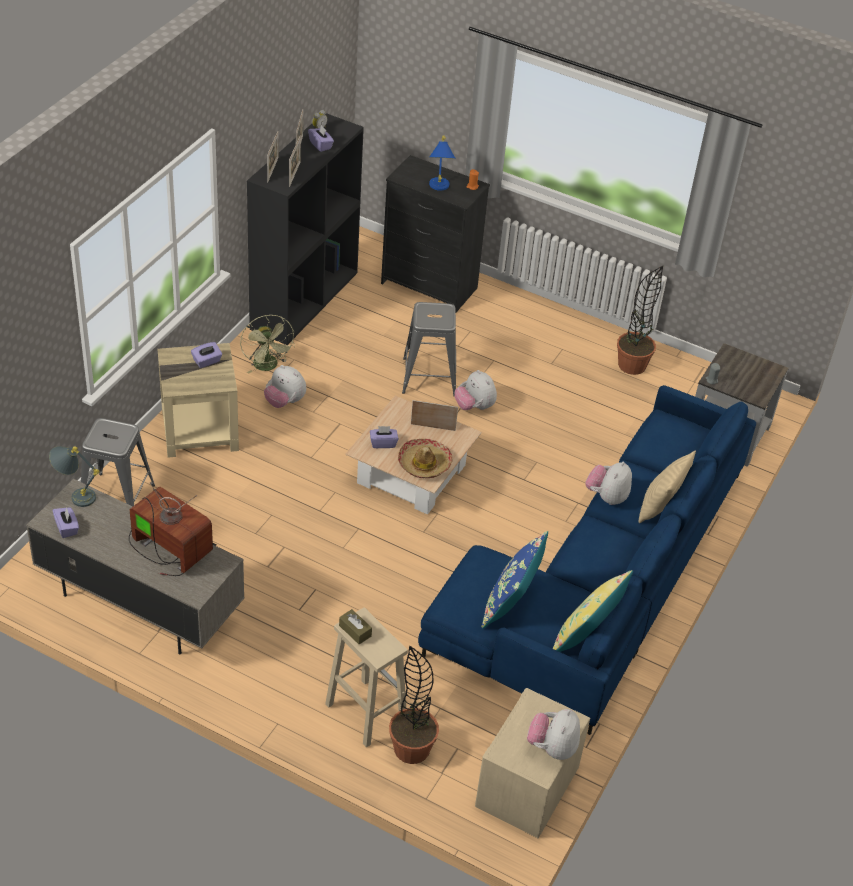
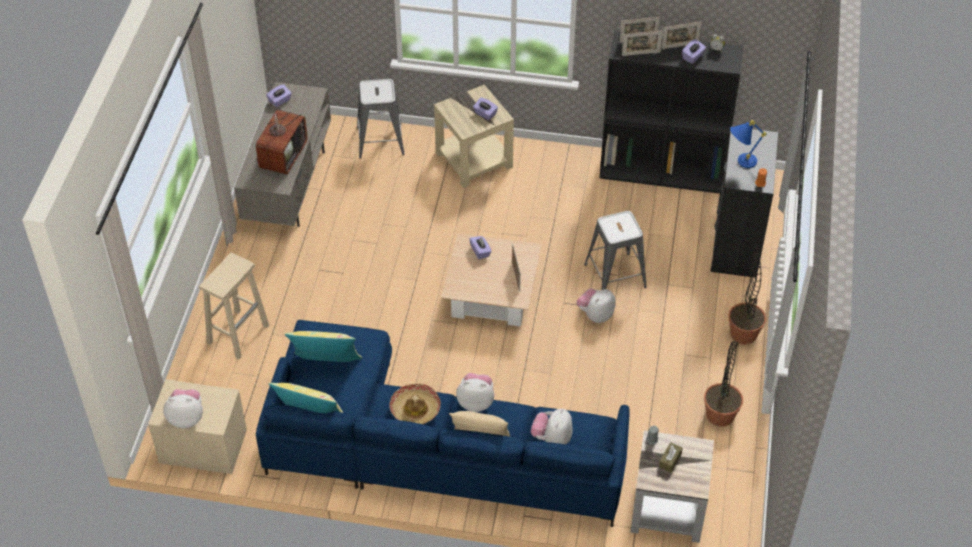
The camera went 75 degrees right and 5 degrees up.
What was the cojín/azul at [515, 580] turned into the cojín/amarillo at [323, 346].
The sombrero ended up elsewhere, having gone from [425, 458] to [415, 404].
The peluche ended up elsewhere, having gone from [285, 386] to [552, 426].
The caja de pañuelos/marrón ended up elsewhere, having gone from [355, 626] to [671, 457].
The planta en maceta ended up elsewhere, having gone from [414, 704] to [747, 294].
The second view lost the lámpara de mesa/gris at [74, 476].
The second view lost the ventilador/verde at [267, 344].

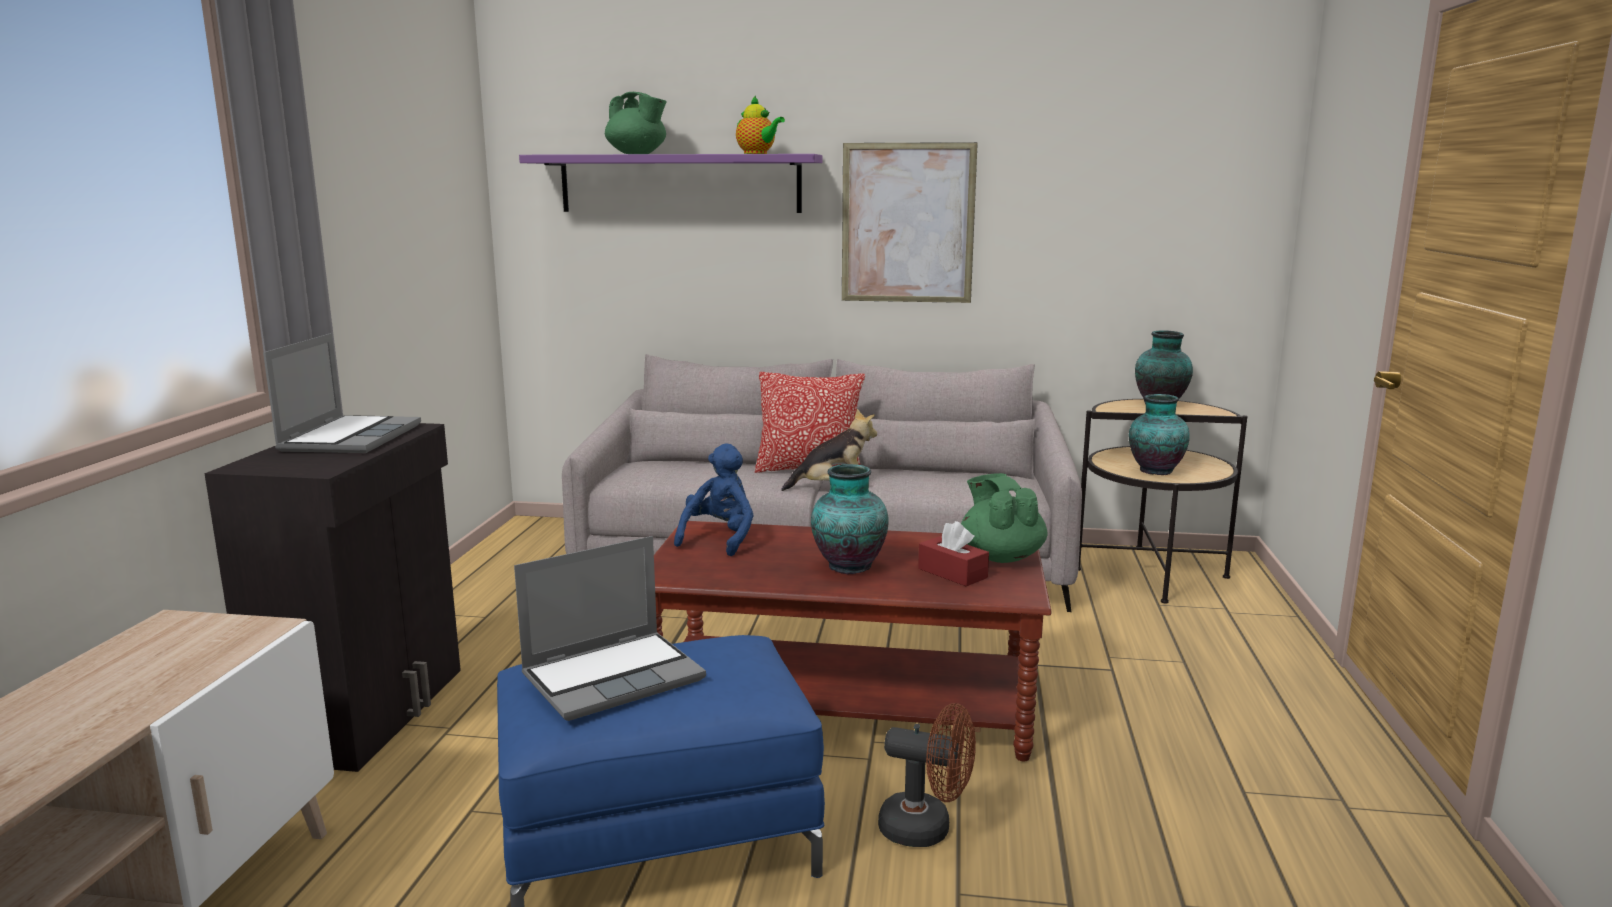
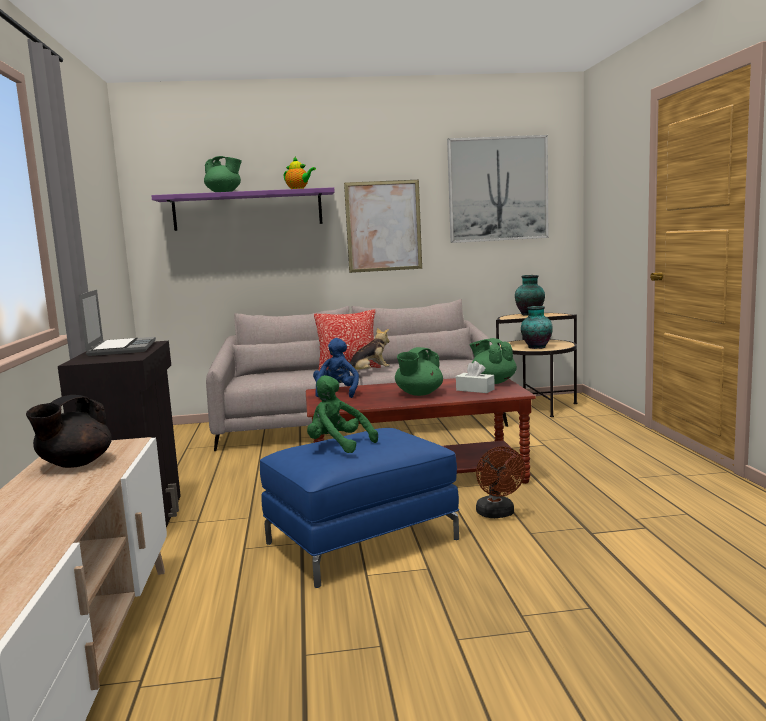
The camera went 15 degrees left and 5 degrees down.
The second view gained the tetera/negro at [69, 431].
Where the portátil stood at [610, 628], the peluche/verde came to stand at [342, 414].
Where the florero stood at [850, 519], the tetera/verde came to stand at [419, 371].
The second view gained the cuadro at [497, 189].
What was the caja de pañuelos/rojo at [953, 553] turned into the caja de pañuelos/blanco at [475, 377].
The ventilador/marrón at [927, 775] ended up facing another way, 75 degrees clockwise from before.

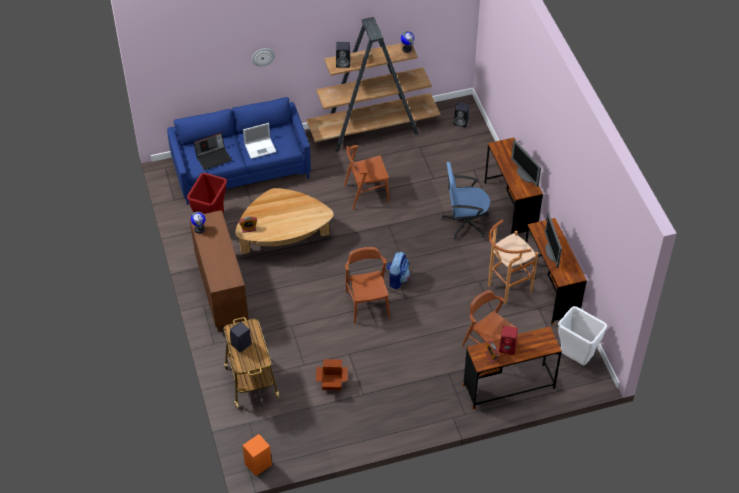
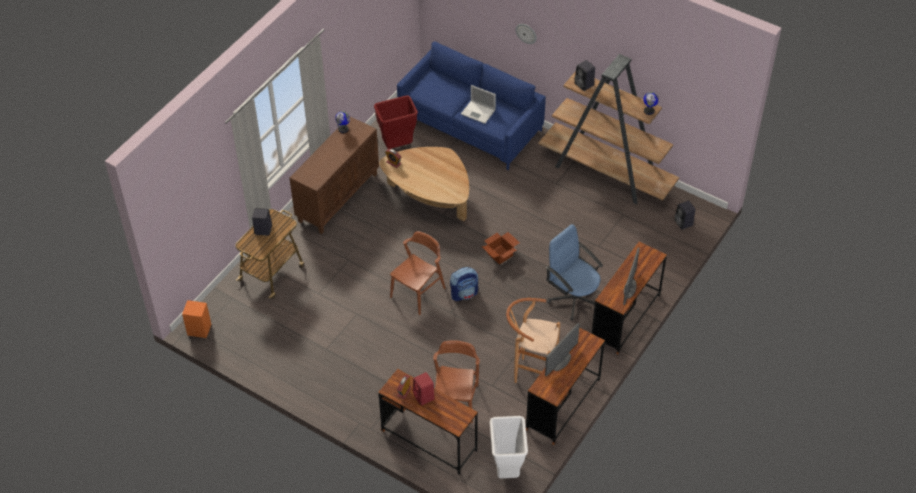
The camera went 50 degrees right and 0 degrees up.
The caja de cartón ended up elsewhere, having gone from [332, 374] to [501, 248].
The second view lost the portátil at [212, 151].
The second view lost the silla/marrón at [367, 177].

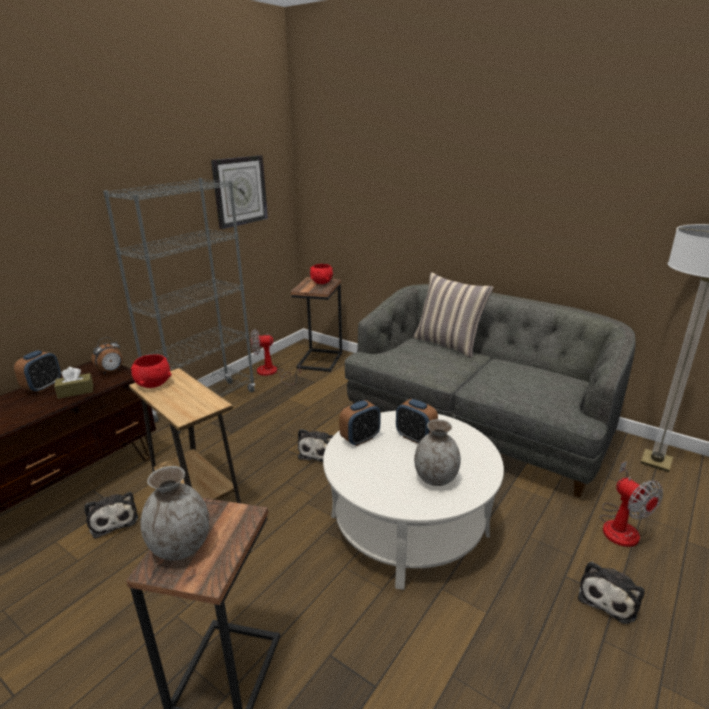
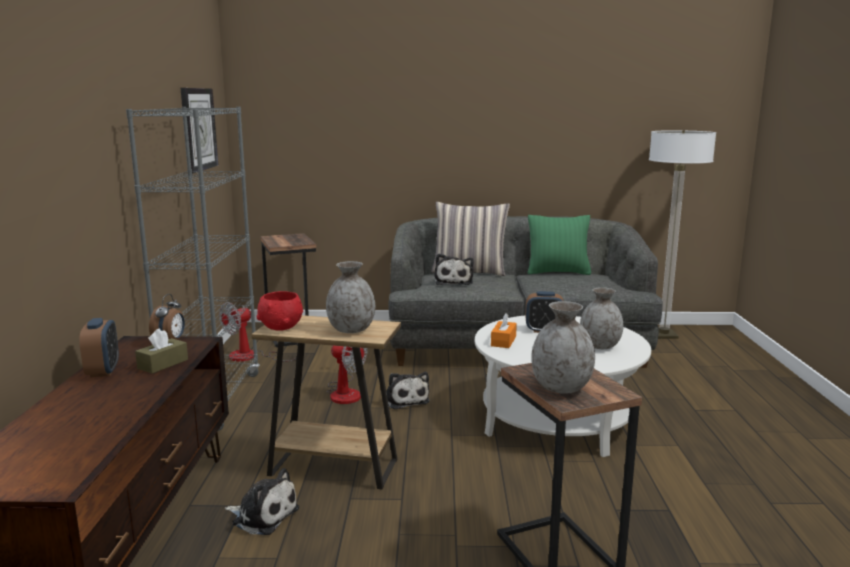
The camera went 35 degrees left and 10 degrees down.
The second view gained the florero/gris at [350, 297].
The ventilador ended up elsewhere, having gone from [631, 504] to [347, 375].
The peluche ended up elsewhere, having gone from [611, 593] to [453, 269].
Where the despertador stood at [359, 423], the caja de pañuelos/naranja came to stand at [504, 330].
The second view gained the cojín/verde at [559, 245].
The second view lost the cuenco/rojo at [321, 274].

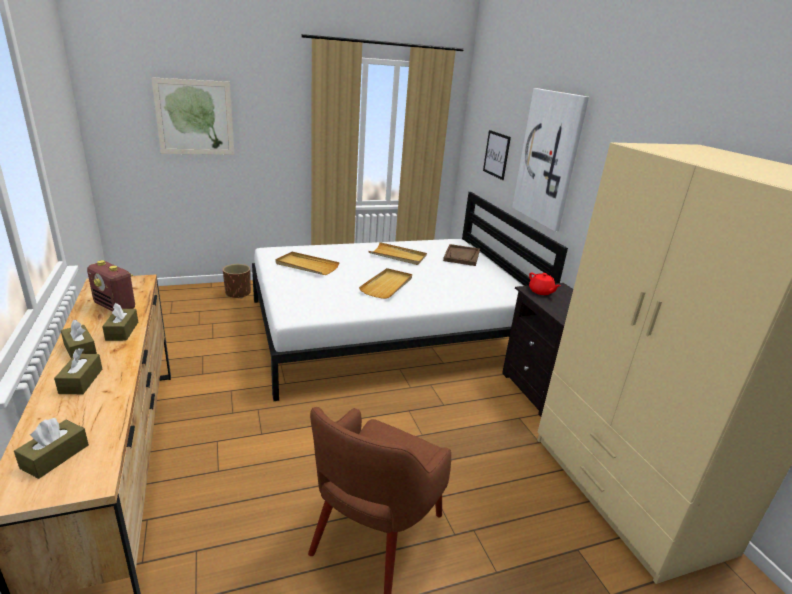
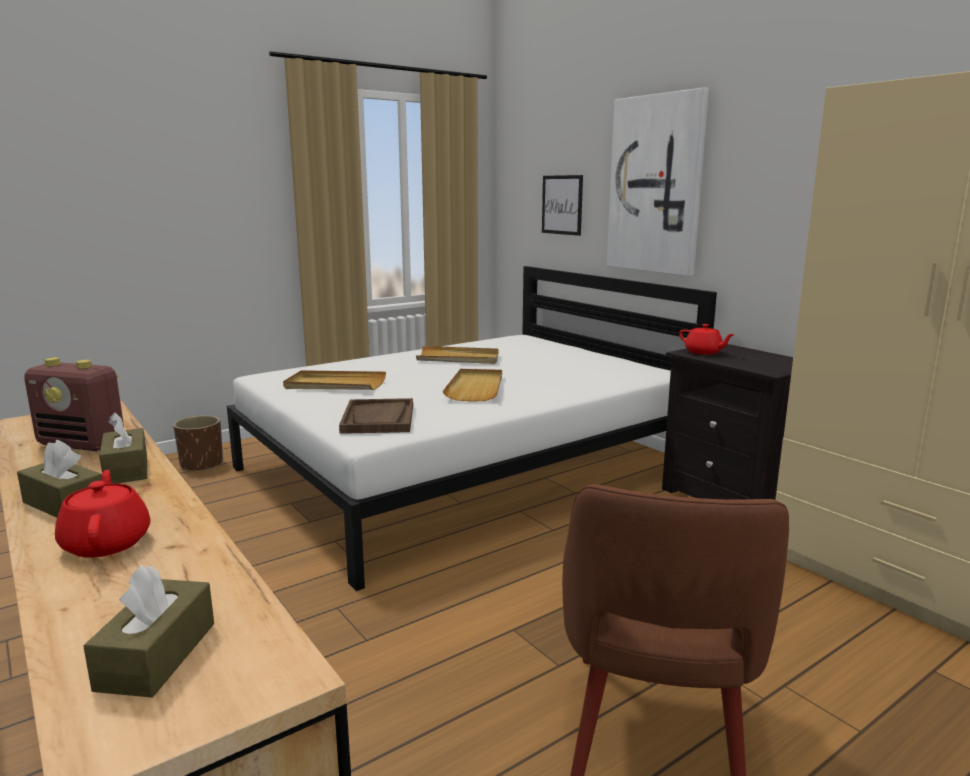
The camera went 15 degrees left and 10 degrees down.
Where the caja de pañuelos/marrón stood at [78, 371], the tetera/rojo came to stand at [102, 513].
The bandeja/marrón ended up elsewhere, having gone from [461, 255] to [376, 416].
The second view lost the cuadro at [192, 116].

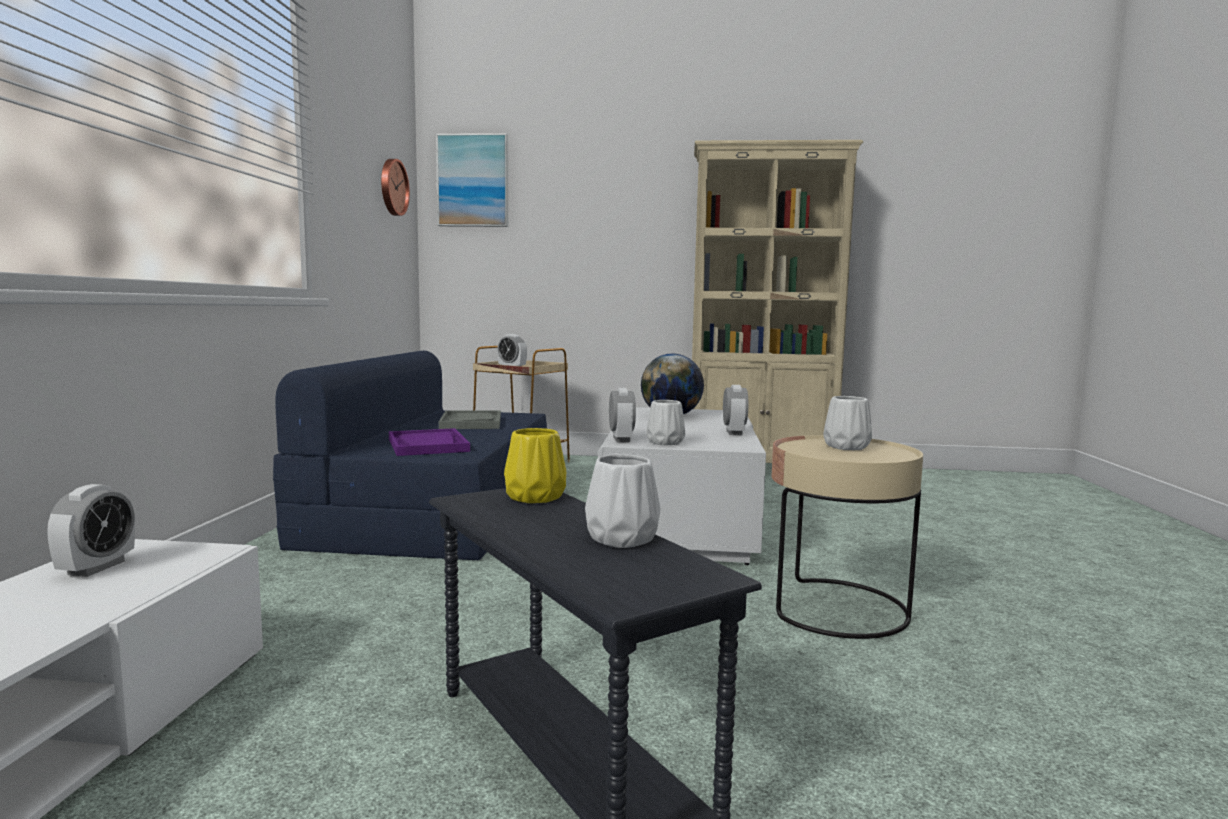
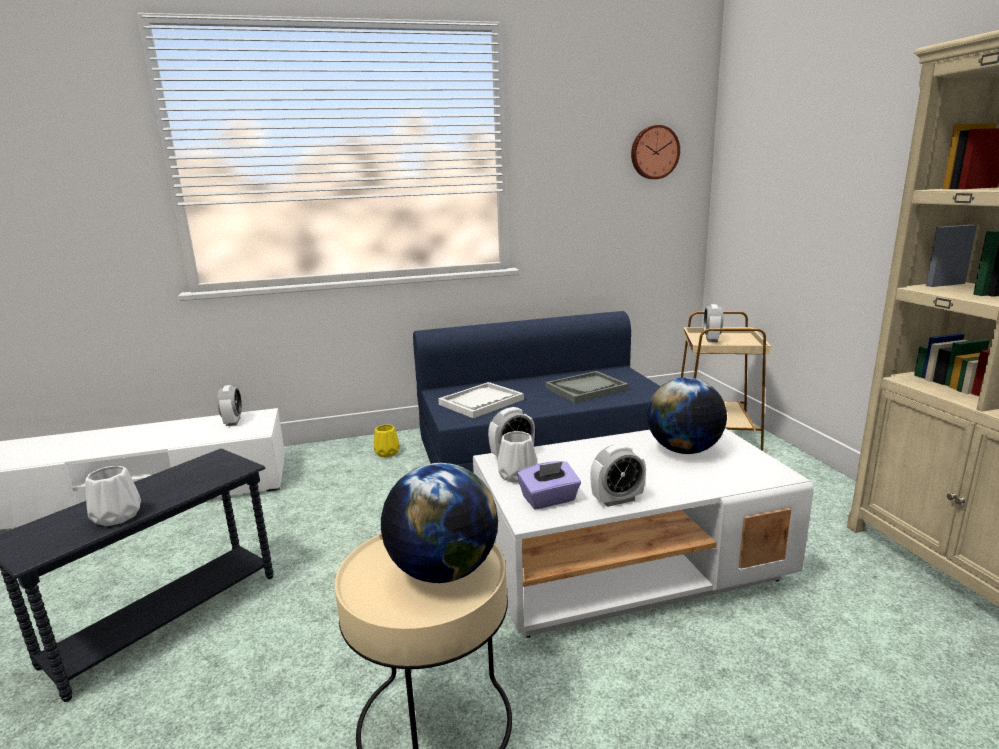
The camera went 70 degrees right and 10 degrees up.
The despertador at [91, 530] ended up facing another way, 90 degrees counterclockwise from before.
The florero/amarillo ended up elsewhere, having gone from [535, 465] to [387, 441].
Where the florero/blanco stood at [847, 423], the globo terráqueo came to stand at [439, 523].
What was the bandeja/morado at [429, 442] turned into the bandeja/blanco at [481, 400].
The second view gained the caja de pañuelos/morado at [549, 485].
The second view lost the cuadro at [472, 180].

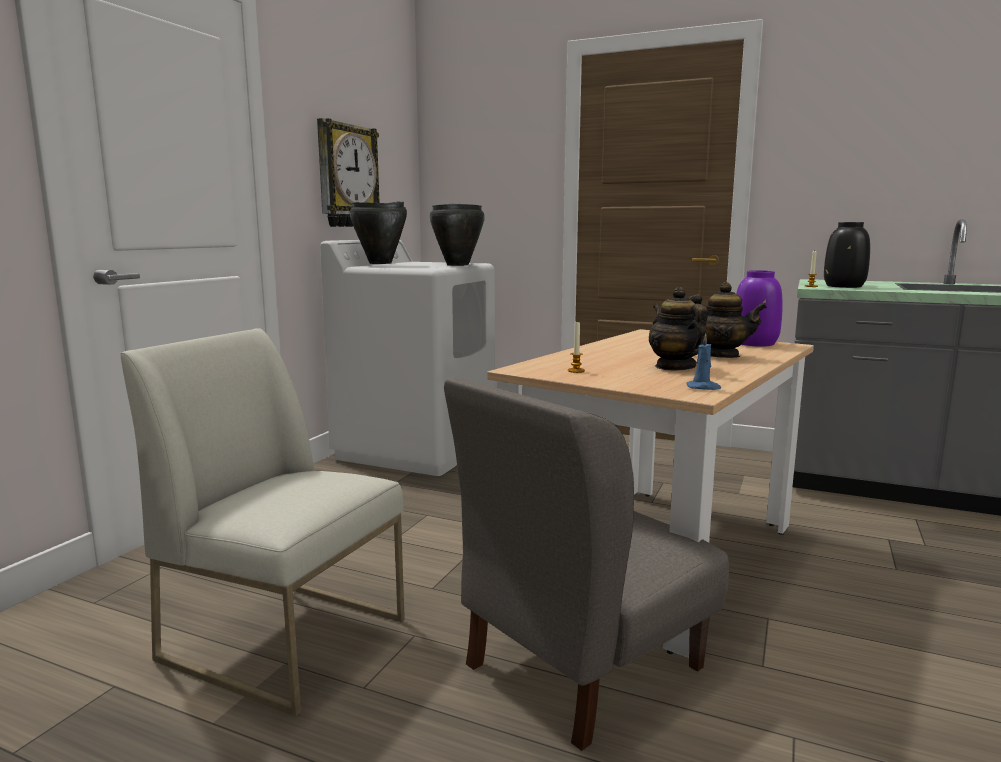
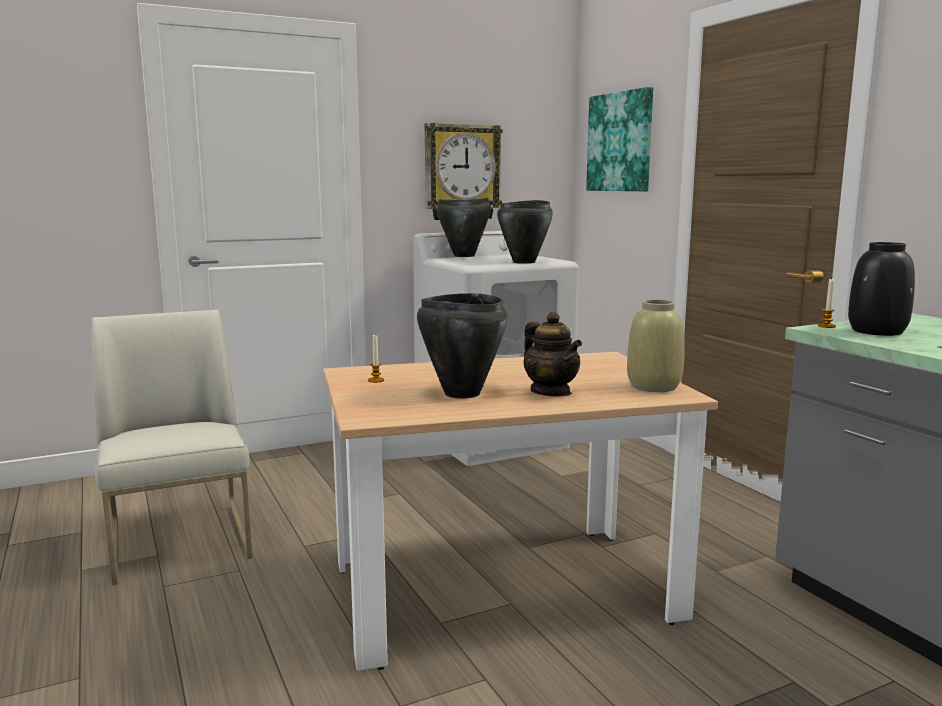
The camera went 40 degrees right and 0 degrees up.
Where the tetera stood at [678, 328], the olla/negro came to stand at [462, 345].
The second view gained the cuadro at [619, 139].
What was the florero/morado at [759, 308] turned into the florero/beis at [656, 346].
The second view lost the silla/gris at [586, 564].
The second view lost the vela/azul at [703, 362].

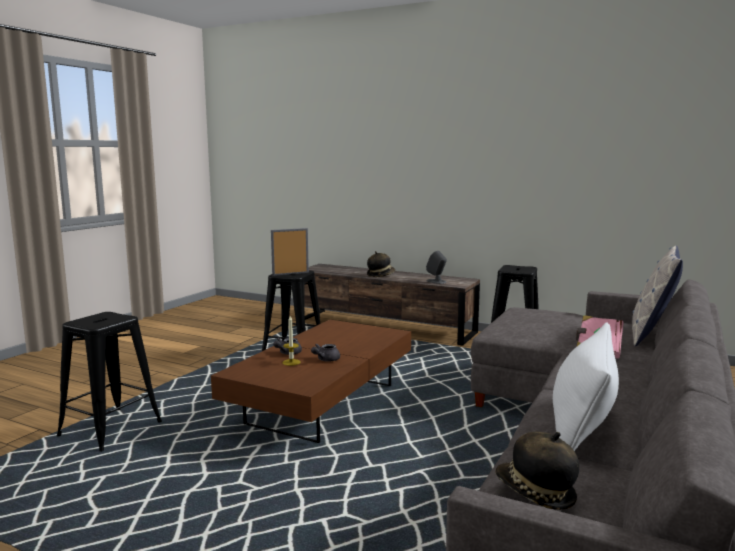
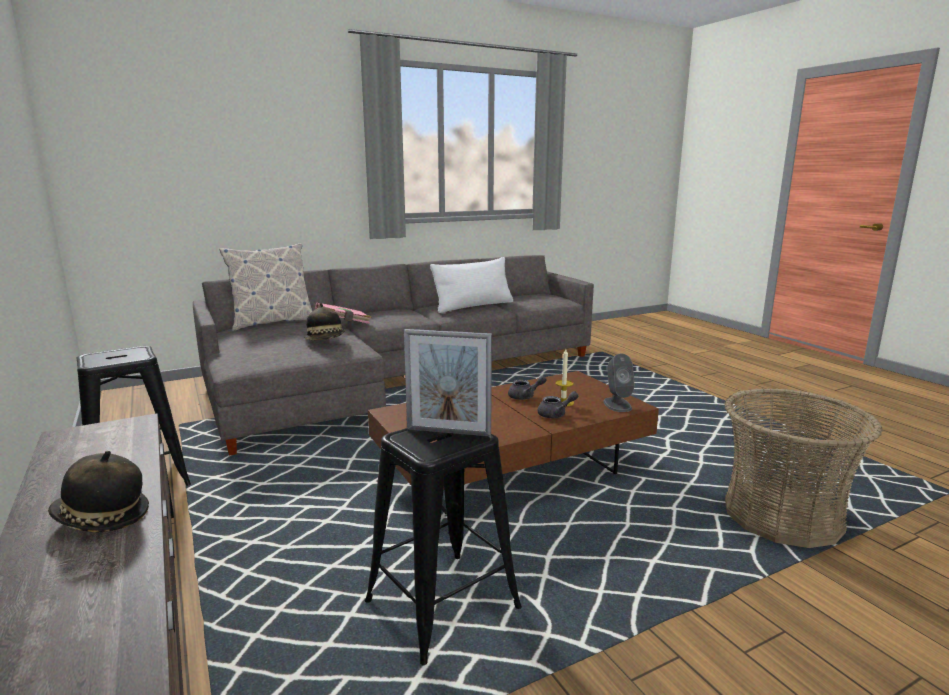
The camera went 145 degrees left and 5 degrees up.
The sombrero ended up elsewhere, having gone from [537, 471] to [325, 322].
The altavoz/gris ended up elsewhere, having gone from [436, 267] to [619, 383].
Where the taburete/negro stood at [109, 382], the cesta came to stand at [803, 468].

